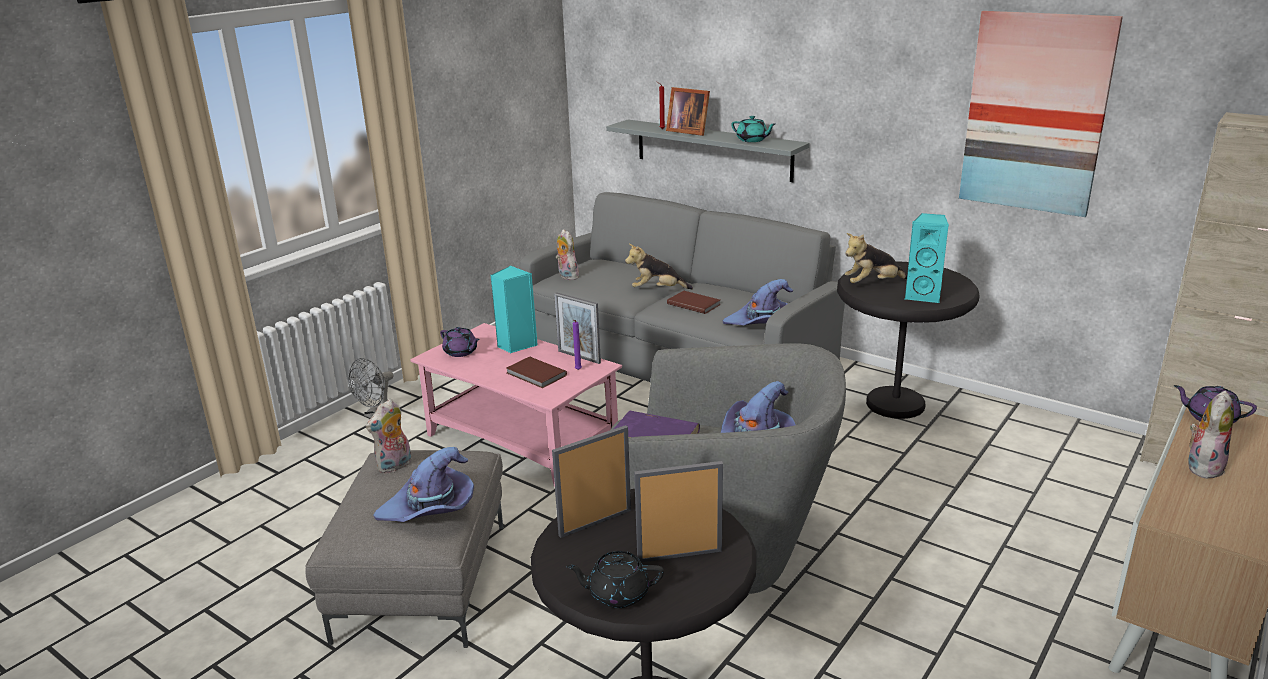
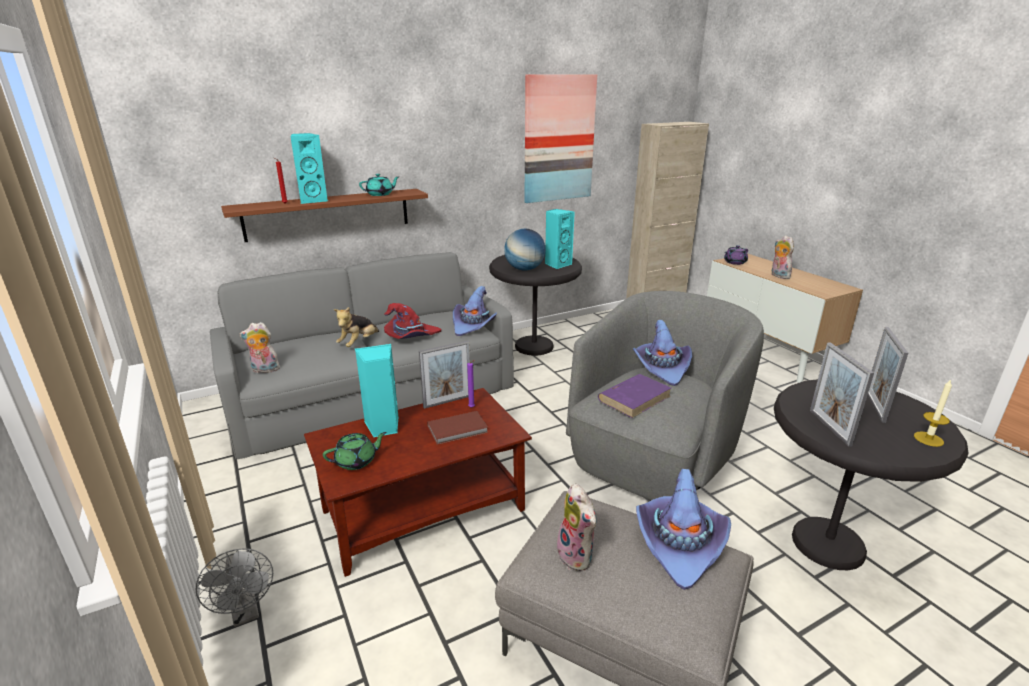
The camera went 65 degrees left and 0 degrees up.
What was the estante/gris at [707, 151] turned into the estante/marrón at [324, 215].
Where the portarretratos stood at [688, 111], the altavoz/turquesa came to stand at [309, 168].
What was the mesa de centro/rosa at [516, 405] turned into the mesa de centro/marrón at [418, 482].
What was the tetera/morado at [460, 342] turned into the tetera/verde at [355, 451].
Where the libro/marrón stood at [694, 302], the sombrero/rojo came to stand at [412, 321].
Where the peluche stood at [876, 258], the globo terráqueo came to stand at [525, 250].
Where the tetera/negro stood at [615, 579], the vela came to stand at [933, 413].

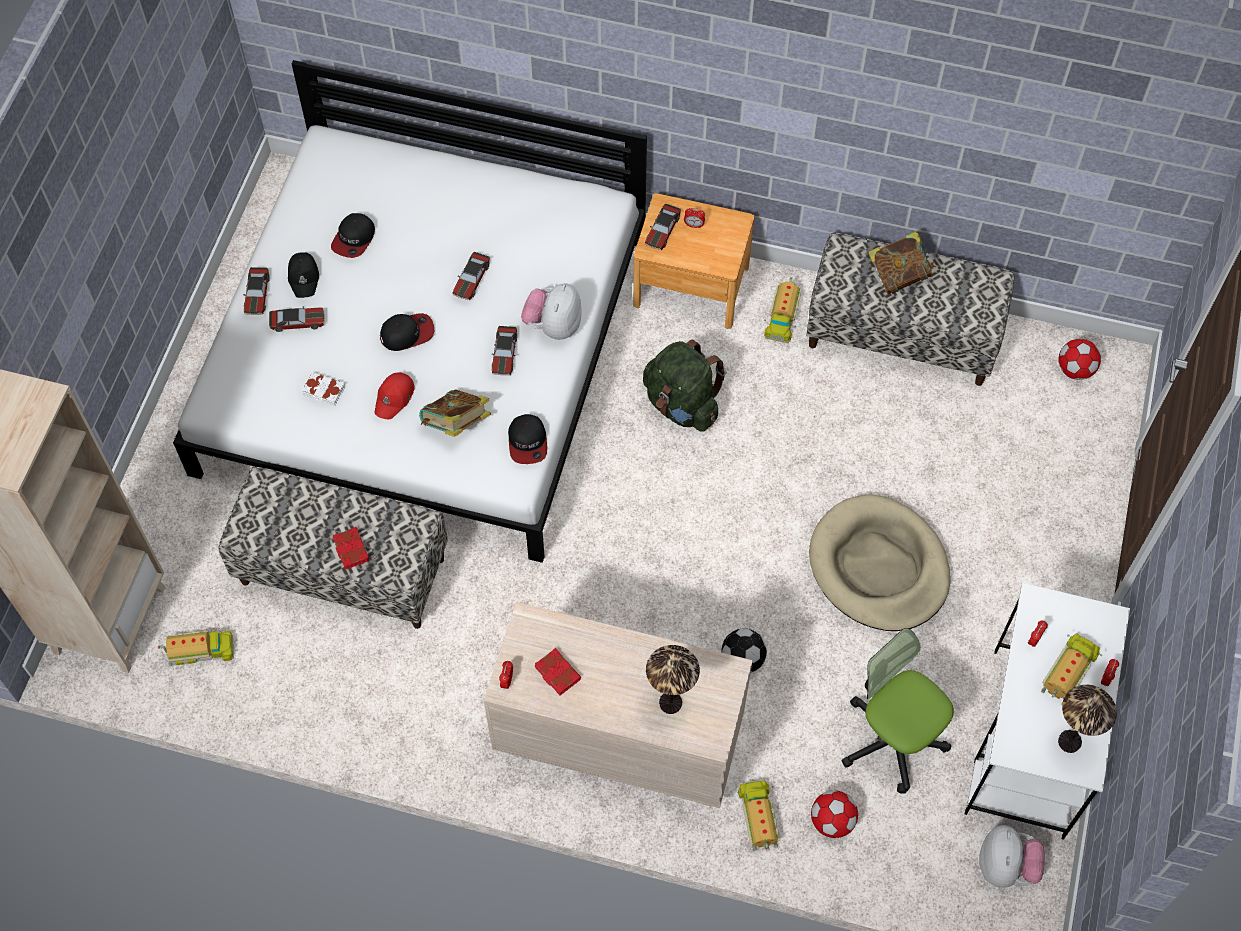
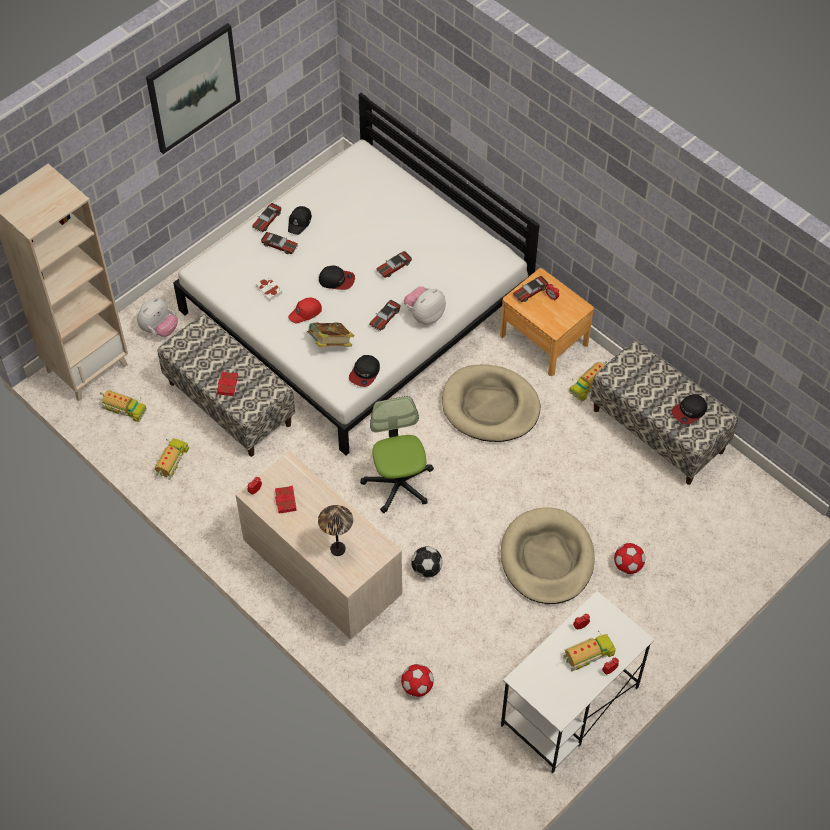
The camera went 30 degrees right and 5 degrees down.
The peluche ended up elsewhere, having gone from [1012, 856] to [157, 317].
The second view gained the cuadro at [193, 88].
The camión de juguete ended up elsewhere, having gone from [759, 815] to [171, 459].
The silla de oficina ended up elsewhere, having gone from [897, 711] to [397, 454].
Where the mochila/verde stood at [684, 386], the cama para perro/beis came to stand at [491, 403].
The balón de fútbol ended up elsewhere, having gone from [1079, 359] to [629, 558].
The gorra ended up elsewhere, having gone from [353, 235] to [689, 409].
The second view lost the libro at [902, 262].
The second view lost the lámpara de mesa at [1087, 719].

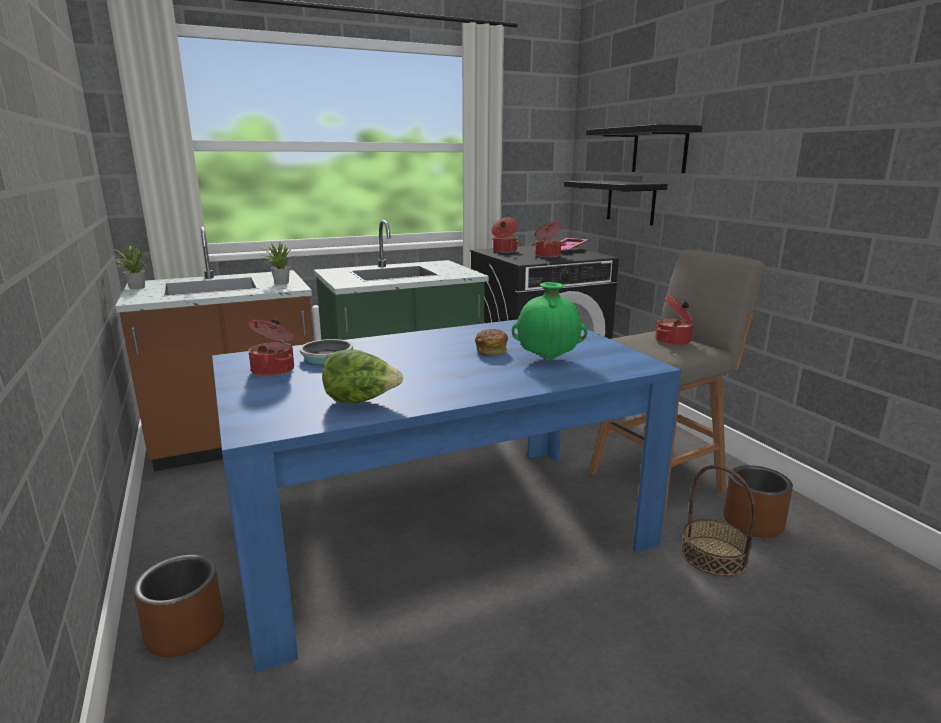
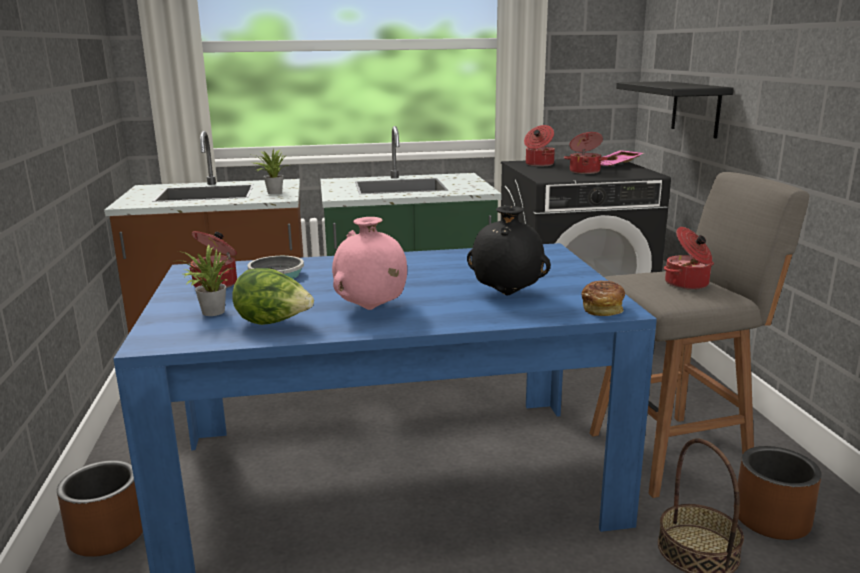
The camera went 15 degrees right and 0 degrees up.
The planta en maceta ended up elsewhere, having gone from [130, 267] to [206, 280].
The second view gained the florero/rosa at [369, 263].
What was the florero/verde at [550, 321] turned into the florero/negro at [509, 250].
The pan ended up elsewhere, having gone from [491, 342] to [603, 298].
The second view lost the estante/negro at [644, 148].

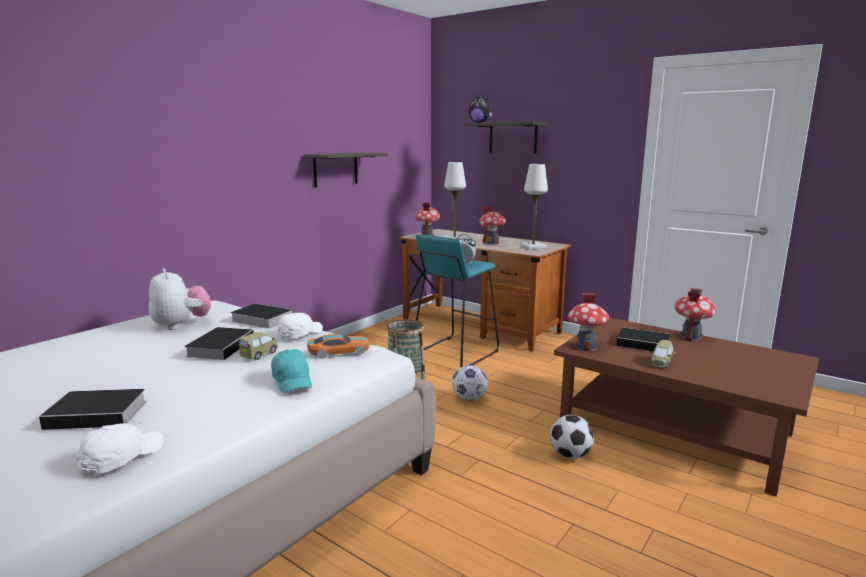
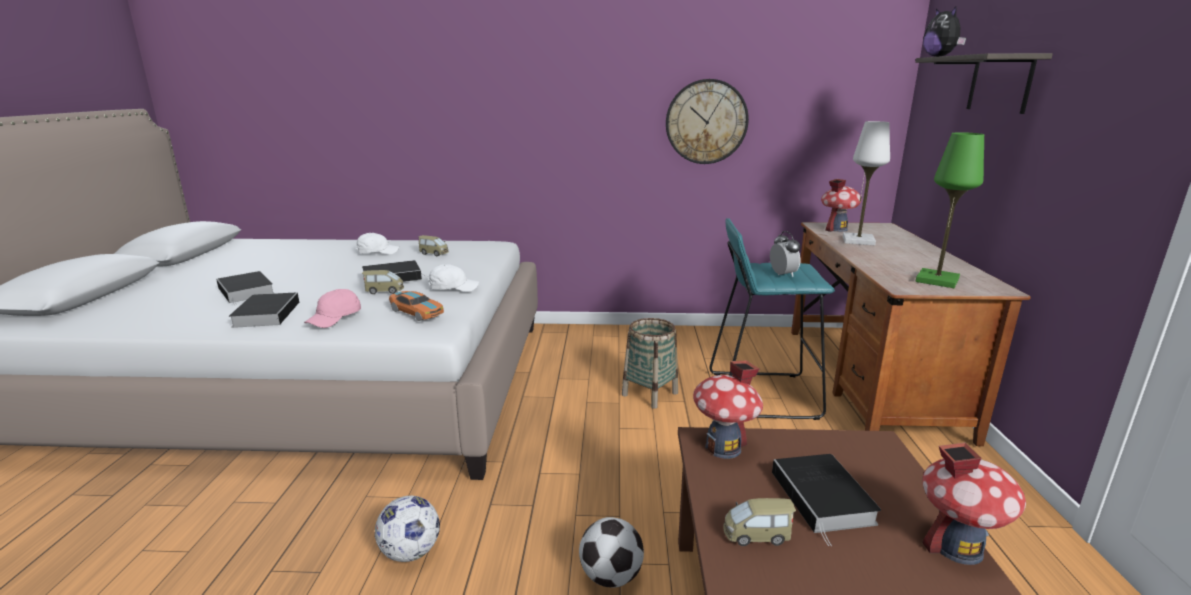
The camera went 55 degrees right and 5 degrees up.
The libro ended up elsewhere, having gone from [261, 316] to [264, 310].
What was the gorra/turquesa at [291, 371] turned into the gorra/rosa at [332, 308].
The gorra/blanco ended up elsewhere, having gone from [120, 448] to [377, 243].
The balón de fútbol ended up elsewhere, having gone from [469, 383] to [407, 529].
Where the peluche stood at [180, 299], the coche de juguete came to stand at [434, 245].
Where the estante hung at [345, 169], the reloj de pared came to hang at [707, 121].
What was the lámpara de mesa/blanco at [534, 207] turned into the lámpara de mesa/verde at [950, 210].
The second view lost the casita at [492, 225].

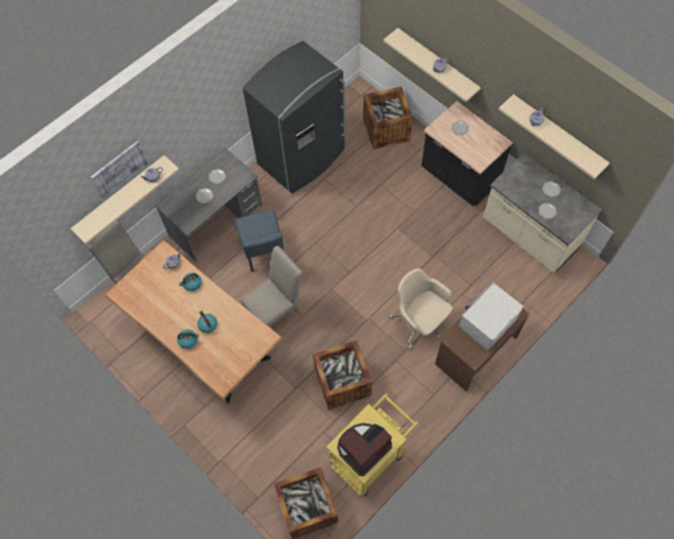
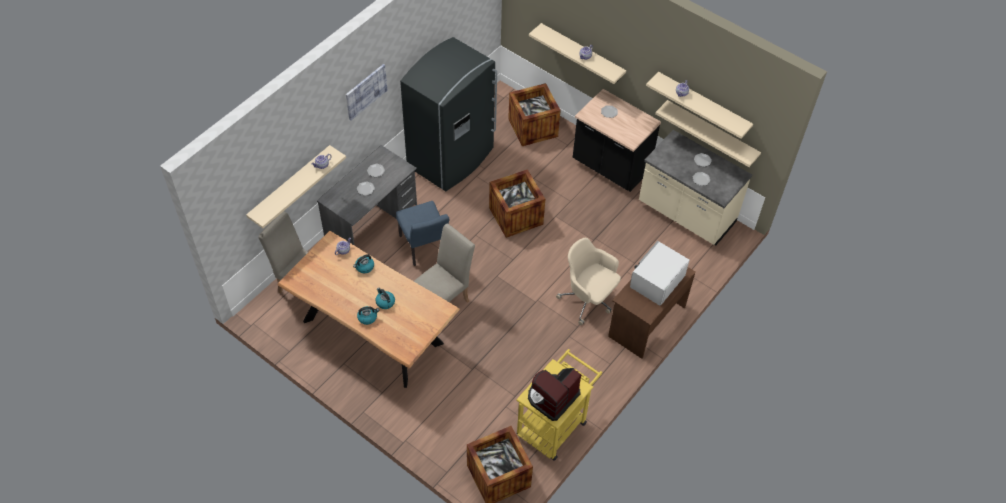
The camera went 10 degrees left and 10 degrees down.
The cuadro ended up elsewhere, having gone from [119, 170] to [367, 92].
The caja de embalaje ended up elsewhere, having gone from [342, 375] to [517, 203].
The second view gained the estante/beis at [708, 133].

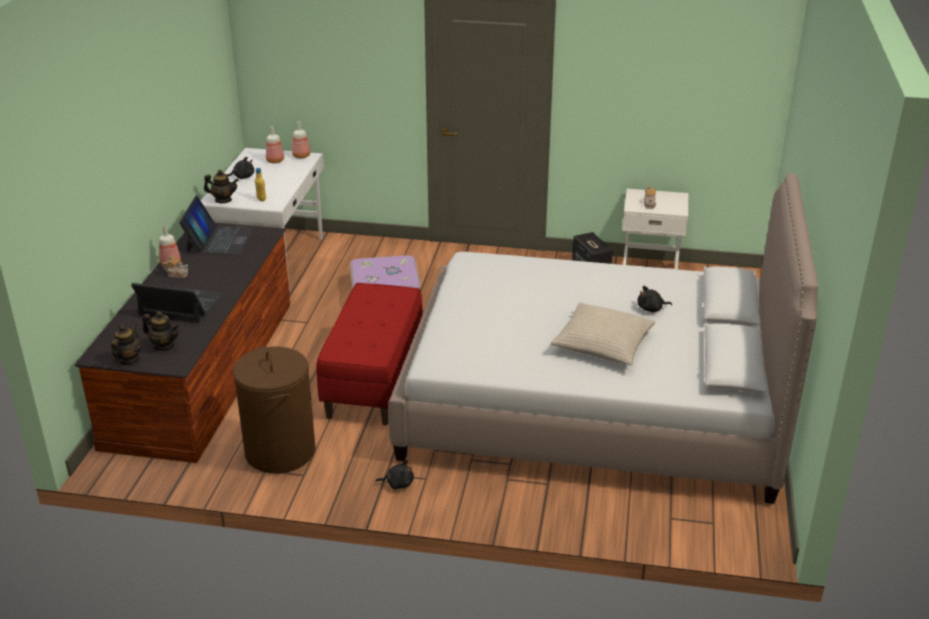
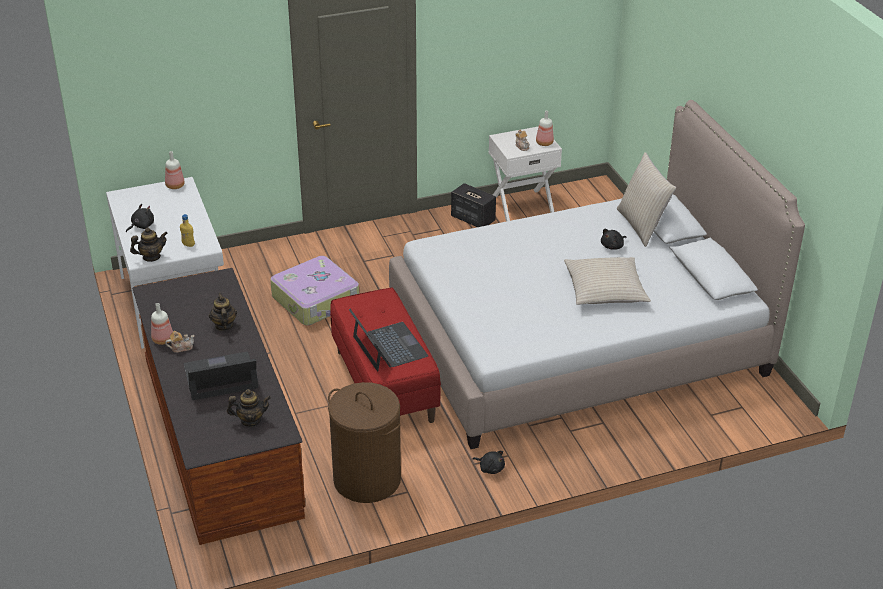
The camera went 30 degrees left and 5 degrees up.
The tetera ended up elsewhere, having gone from [126, 344] to [223, 312].
The portátil ended up elsewhere, having gone from [216, 225] to [388, 340].
The peluche/negro at [394, 475] ended up facing another way, 60 degrees clockwise from before.
The botella ended up elsewhere, having gone from [275, 144] to [545, 128].
The second view gained the cojín/beis at [646, 199].

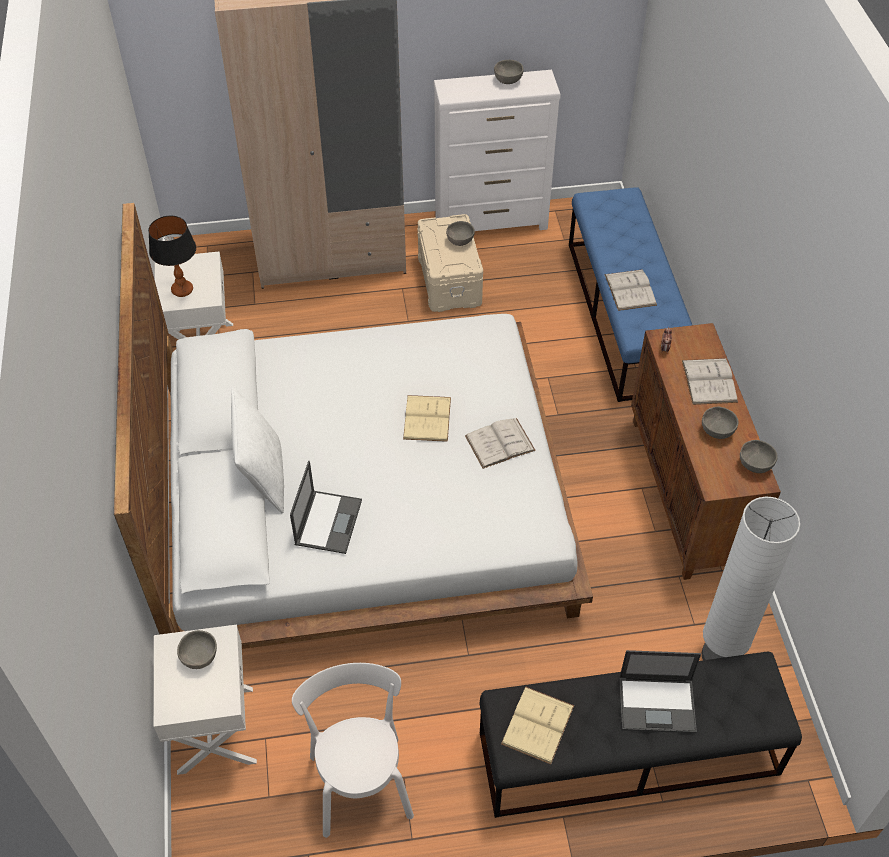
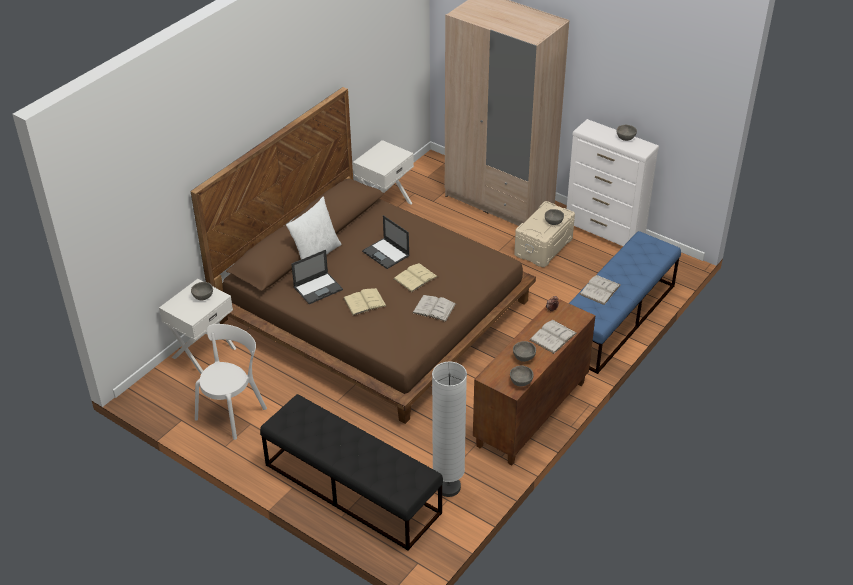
The camera went 45 degrees right and 10 degrees down.
What was the cama/blanco at [353, 426] turned into the cama/marrón at [363, 255].
The libro/beis ended up elsewhere, having gone from [537, 725] to [365, 302].
The portátil ended up elsewhere, having gone from [660, 691] to [386, 242].
The second view lost the lámpara de mesa at [172, 256].

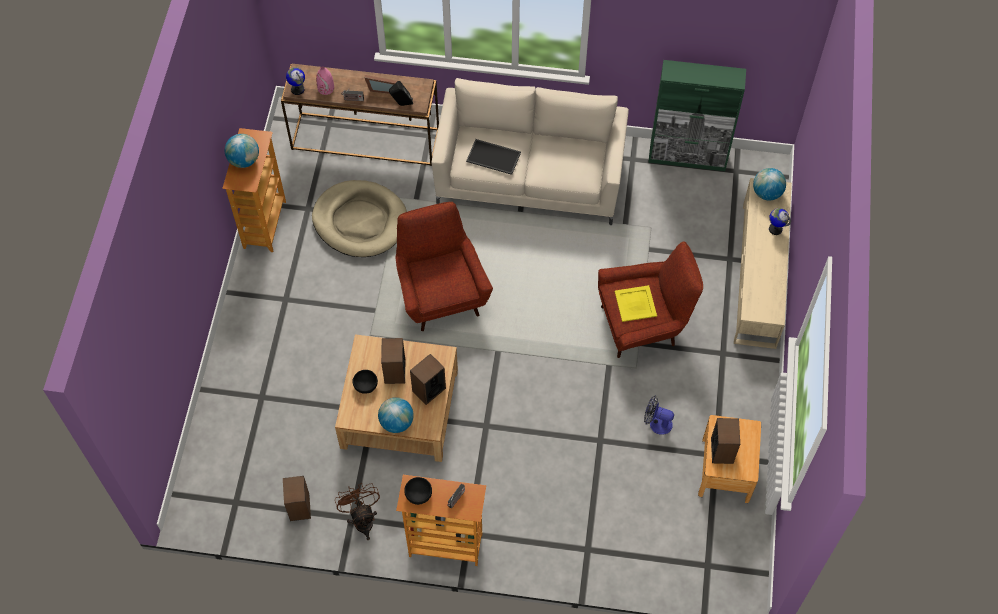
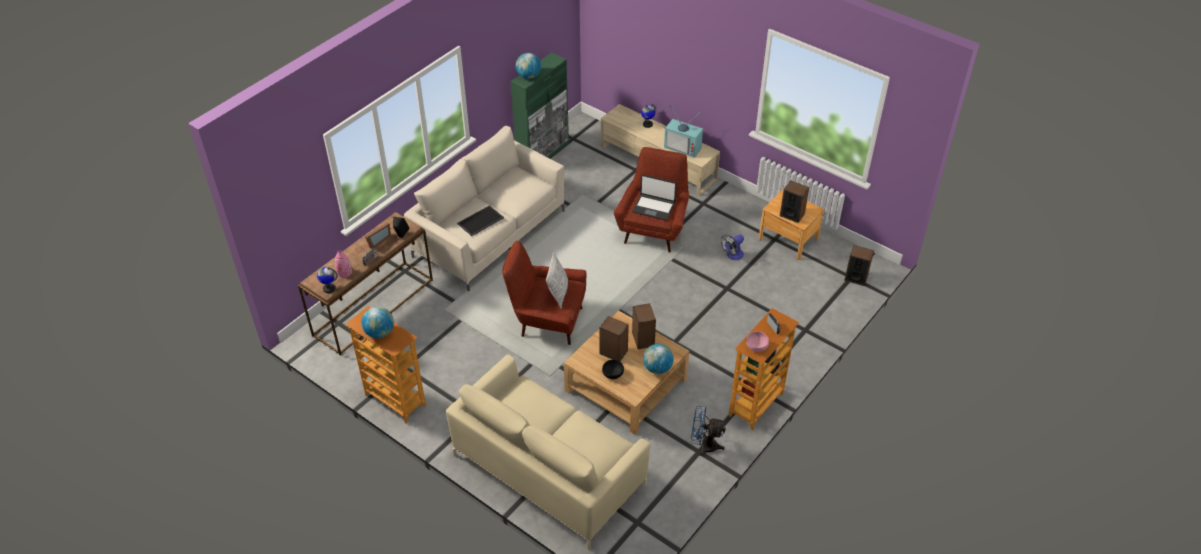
The camera went 60 degrees left and 15 degrees down.
The second view gained the sofá/beis at [548, 451].
The globo terráqueo ended up elsewhere, having gone from [769, 184] to [528, 66].
The second view gained the cojín at [557, 280].
Where the bandeja/amarillo stood at [636, 303], the portátil came to stand at [654, 197].
The second view gained the televisor at [683, 131].
What was the ventilador/marrón at [357, 511] turned into the ventilador/azul at [708, 431].
What was the cuenco/negro at [418, 491] turned into the cuenco/rosa at [757, 341].
The altavoz ended up elsewhere, having gone from [297, 498] to [859, 265].
The second view lost the cama para perro/beis at [359, 218].

